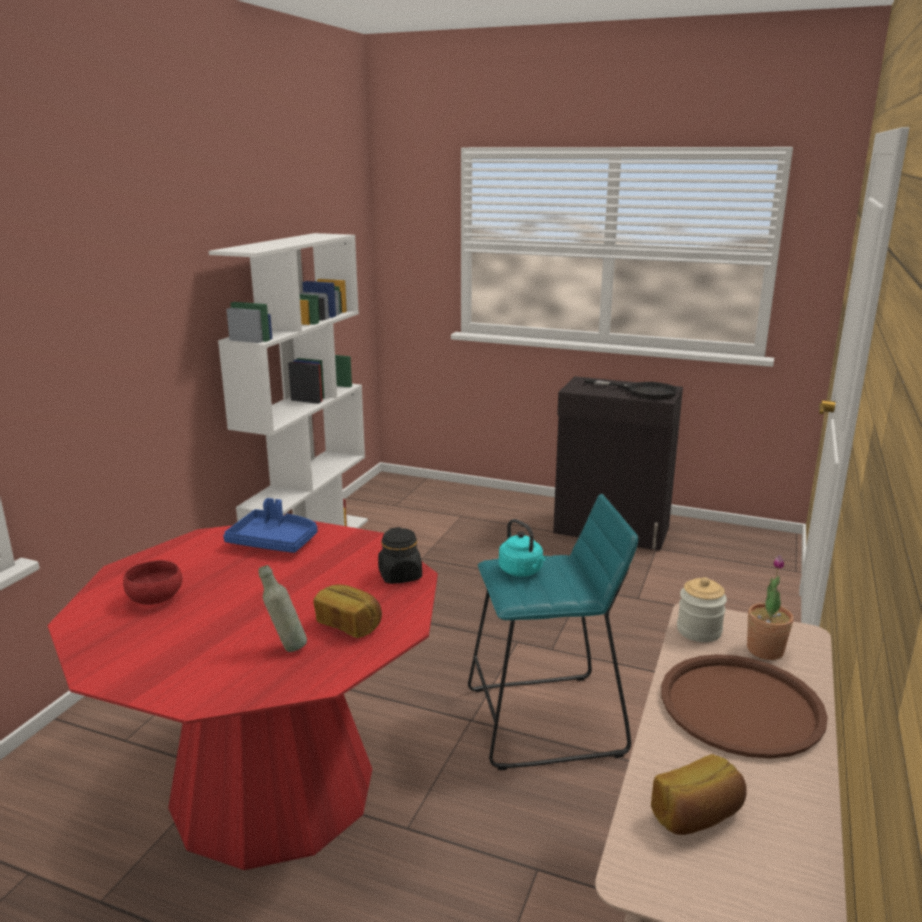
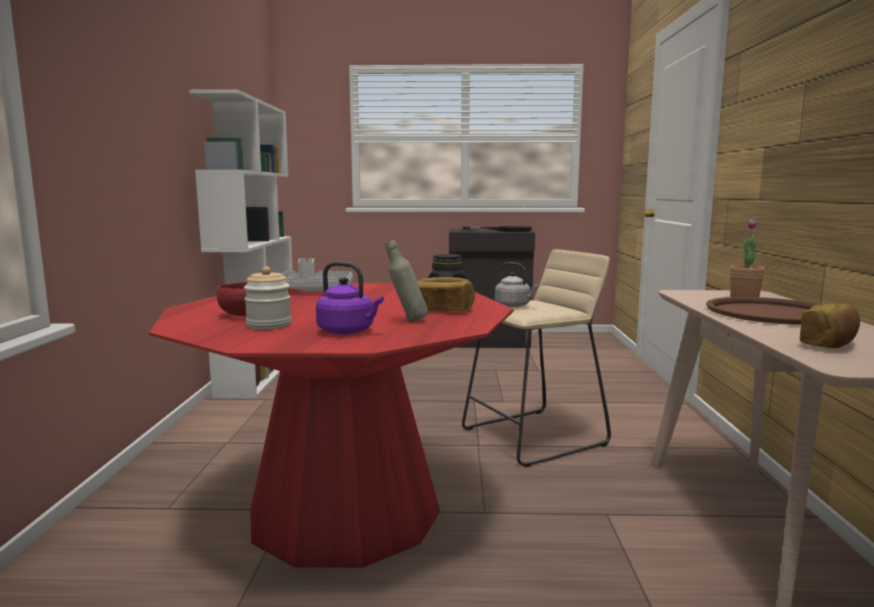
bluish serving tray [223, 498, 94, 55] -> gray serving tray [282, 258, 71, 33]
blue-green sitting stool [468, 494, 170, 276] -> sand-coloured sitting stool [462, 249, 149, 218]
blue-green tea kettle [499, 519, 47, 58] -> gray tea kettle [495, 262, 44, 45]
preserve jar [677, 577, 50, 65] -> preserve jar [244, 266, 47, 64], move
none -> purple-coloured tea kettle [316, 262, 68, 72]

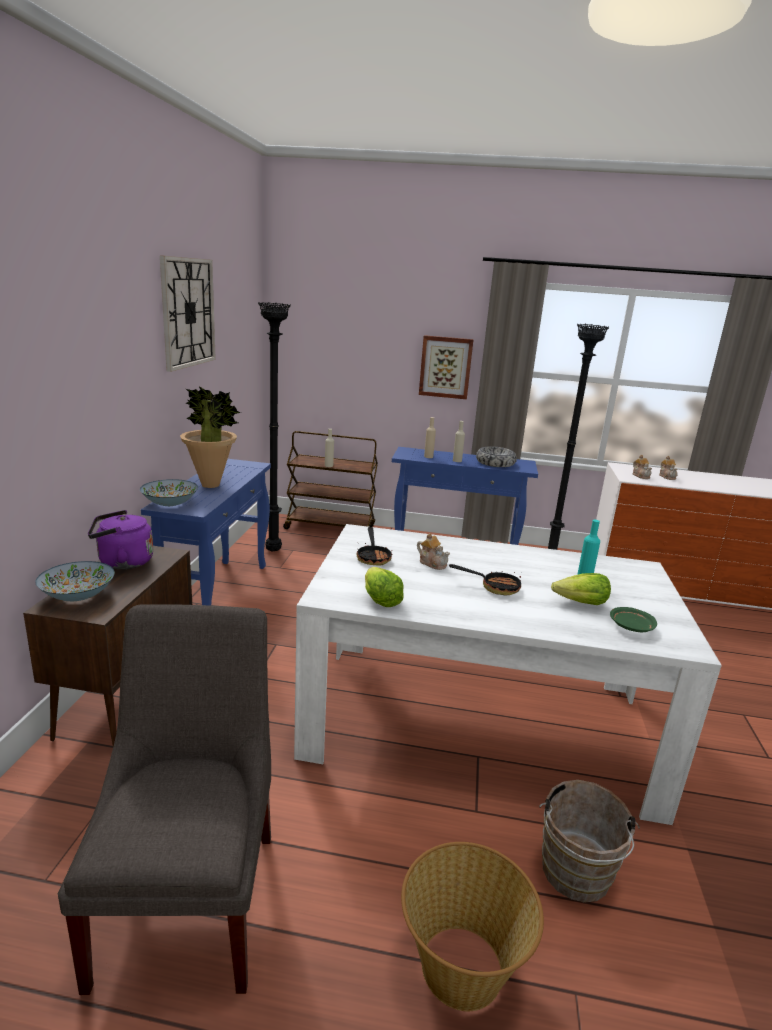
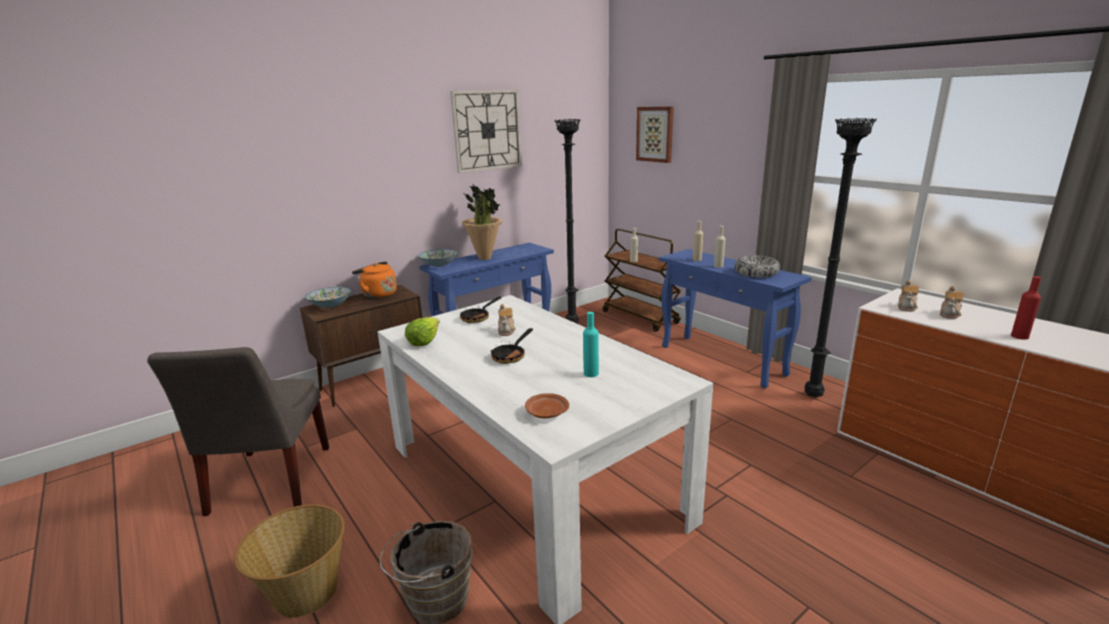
gray chair [58, 605, 213, 390] -> gray chair [147, 347, 182, 169], 135 degrees clockwise
purple-coloured tea kettle [88, 510, 65, 59] -> orangey tea kettle [352, 262, 45, 36]
wall art [419, 335, 55, 64] -> wall art [636, 106, 38, 57], move
skillet [449, 564, 72, 31] -> skillet [491, 328, 42, 36], 60 degrees clockwise
lettuce [551, 573, 60, 32] -> none
green-coloured dinner plate [610, 607, 47, 25] -> brown-coloured dinner plate [525, 393, 44, 25]
none -> red-coloured bottle [1011, 276, 30, 64]

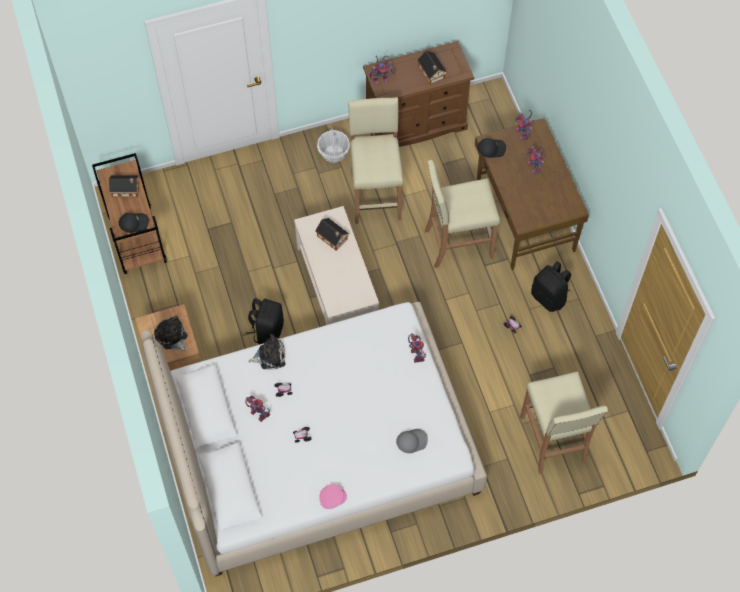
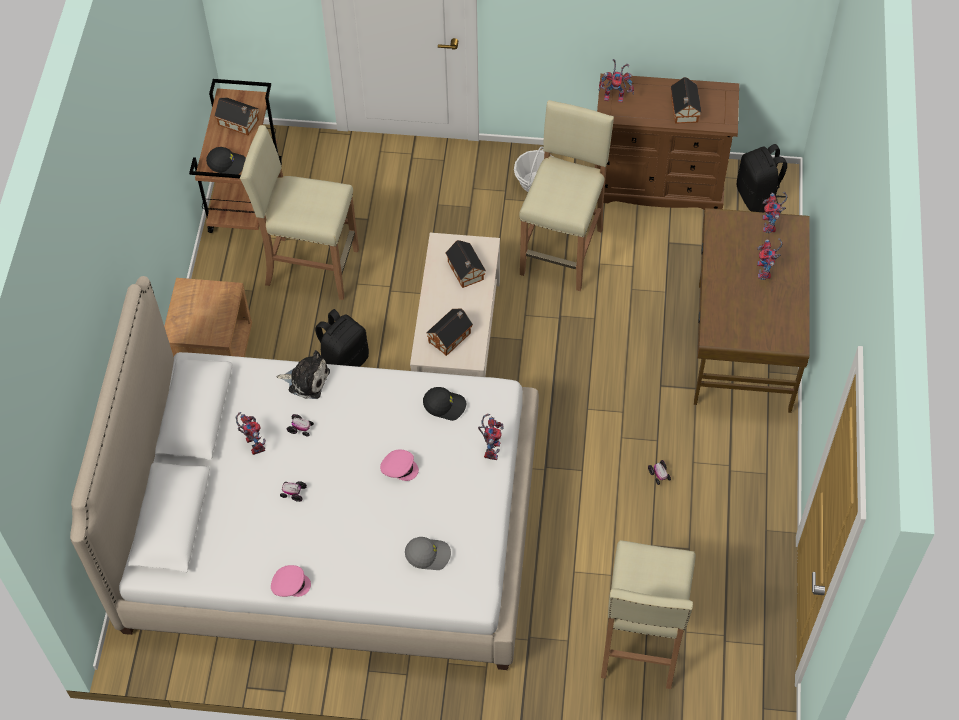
soft toy [154, 316, 33, 36] -> none
sand-coloured sitting stool [425, 160, 75, 108] -> sand-coloured sitting stool [240, 125, 119, 175], move
black-coloured cap [477, 138, 29, 20] -> black-coloured cap [423, 387, 43, 34], move
black-coloured rucksack [531, 261, 40, 51] -> black-coloured rucksack [737, 144, 50, 68], move
none -> pinkish cap [380, 449, 39, 32]
none -> miniature house [426, 309, 47, 47]

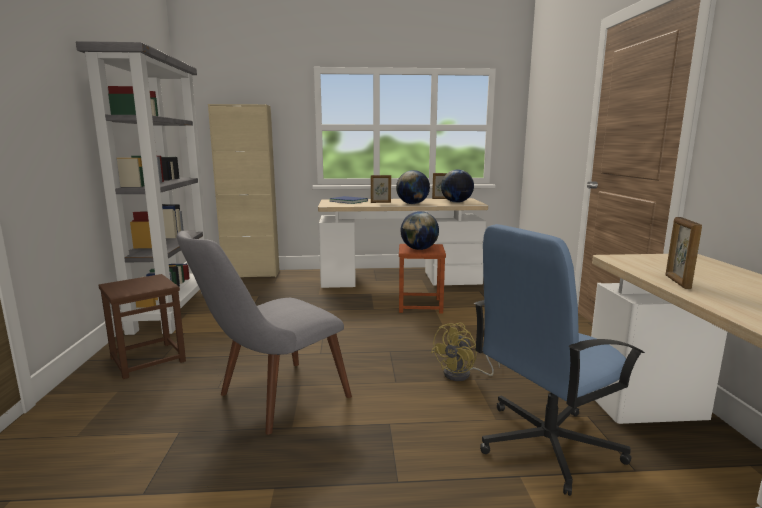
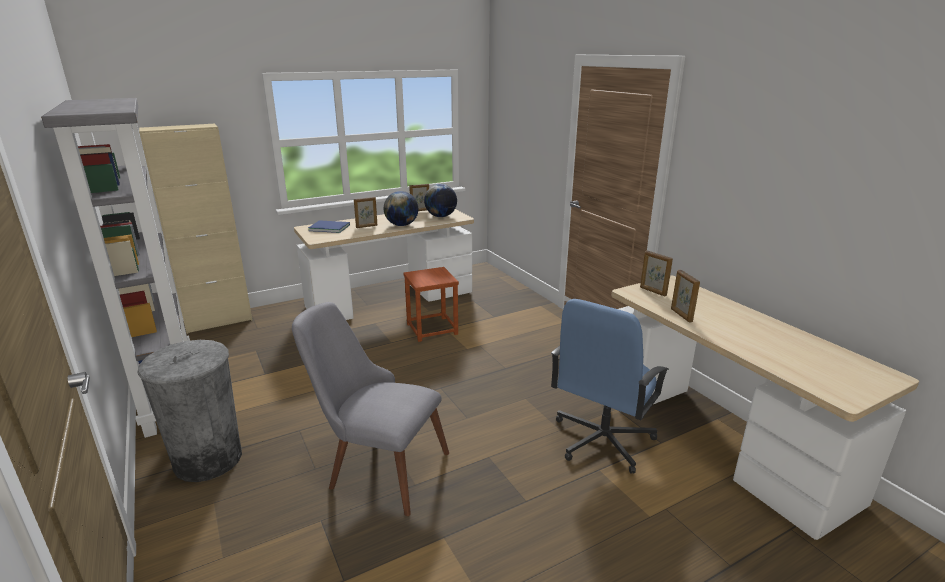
brown-coloured sitting stool [98, 274, 88, 105] -> gray rubbish bin [137, 340, 105, 142]
gray chair [177, 231, 175, 204] -> gray chair [292, 302, 157, 214], 90 degrees clockwise
world globe [400, 211, 39, 39] -> none
yellow electric fan [431, 323, 69, 58] -> none
none -> standing frame [640, 251, 33, 45]

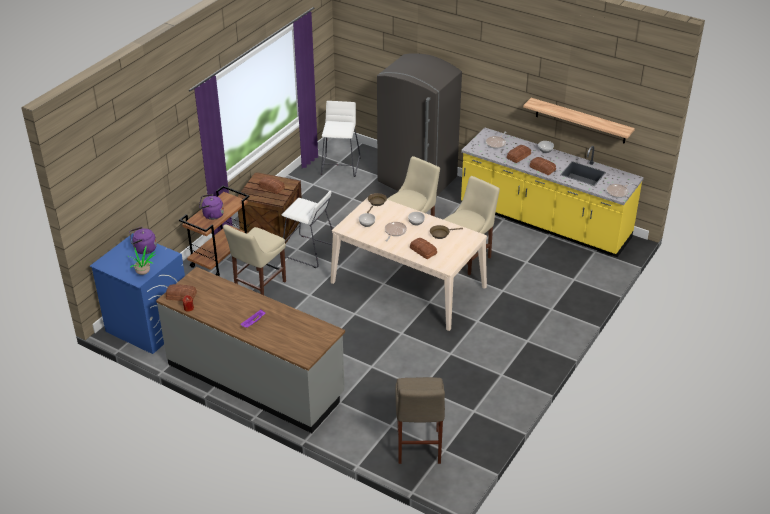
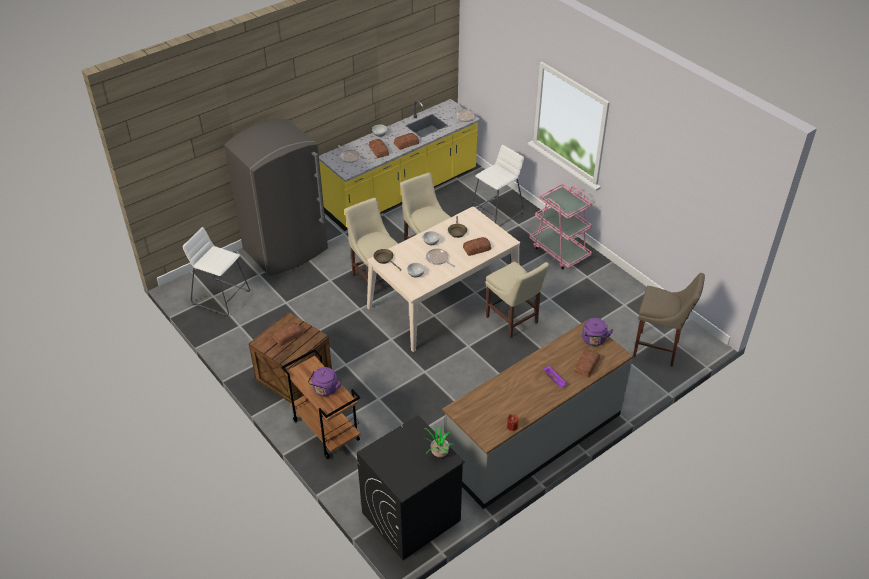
bluish laundry appliance [90, 233, 95, 121] -> black-coloured laundry appliance [357, 415, 107, 145]
purple-coloured tea kettle [130, 227, 27, 27] -> purple-coloured tea kettle [582, 318, 32, 28], move
bakery bread [166, 284, 31, 17] -> bakery bread [574, 349, 26, 29], move
sand-coloured chair [223, 224, 63, 71] -> sand-coloured chair [485, 262, 64, 76], move
white sitting stool [282, 191, 51, 77] -> white sitting stool [471, 145, 53, 81], move
bracket shelf [523, 98, 112, 46] -> none
none -> pinkish cart [529, 184, 63, 86]

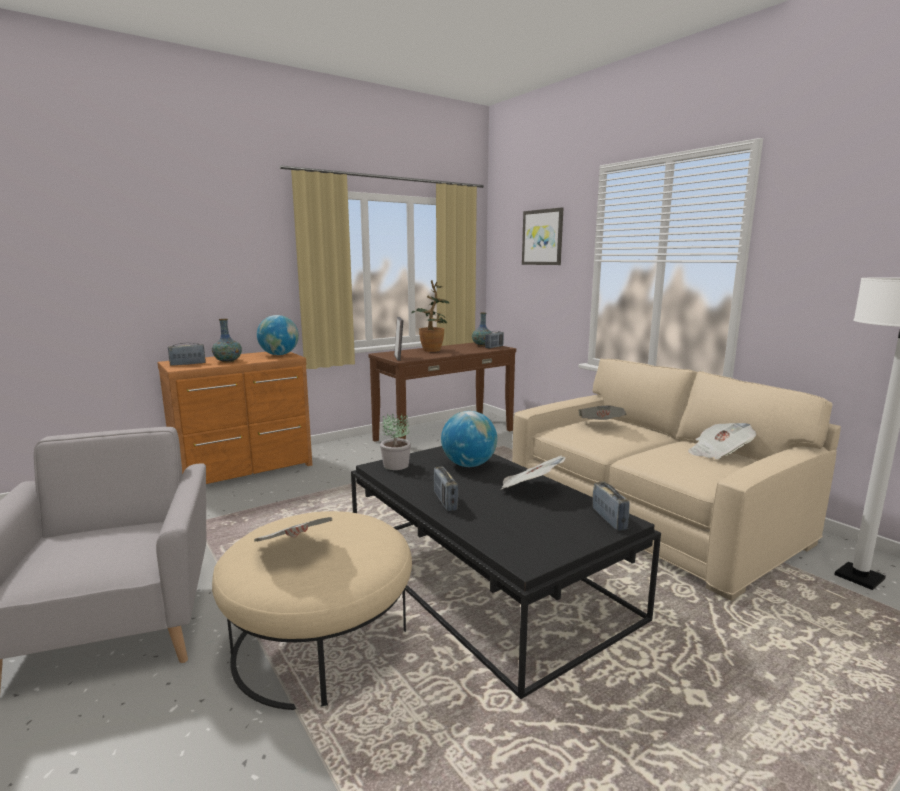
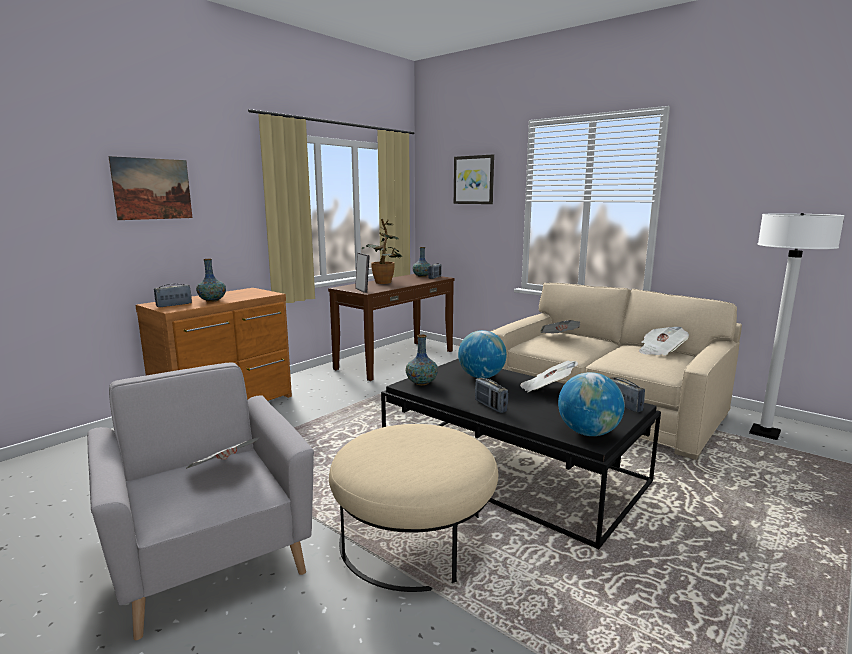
daily paper [254, 517, 78, 25] -> daily paper [186, 437, 73, 32], move
world globe [257, 315, 42, 40] -> world globe [558, 372, 67, 64], move
potted plant [380, 414, 31, 56] -> vase [406, 334, 32, 51]
none -> wall art [108, 156, 84, 64]

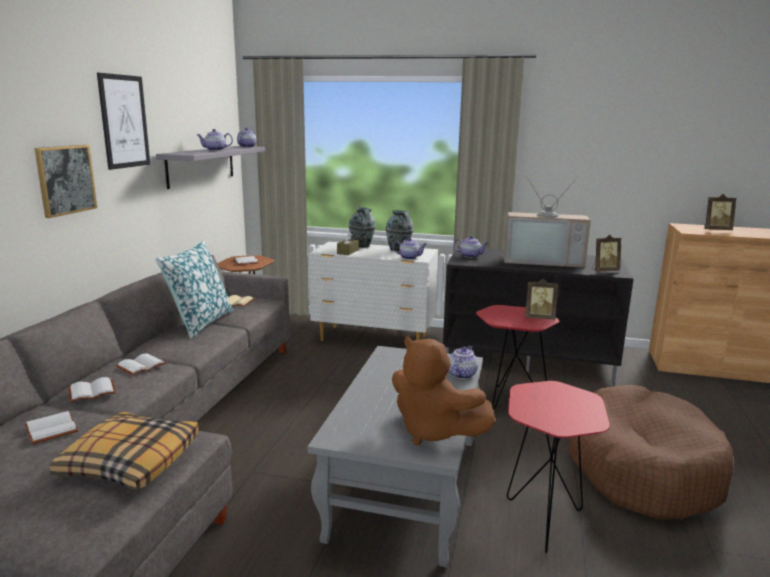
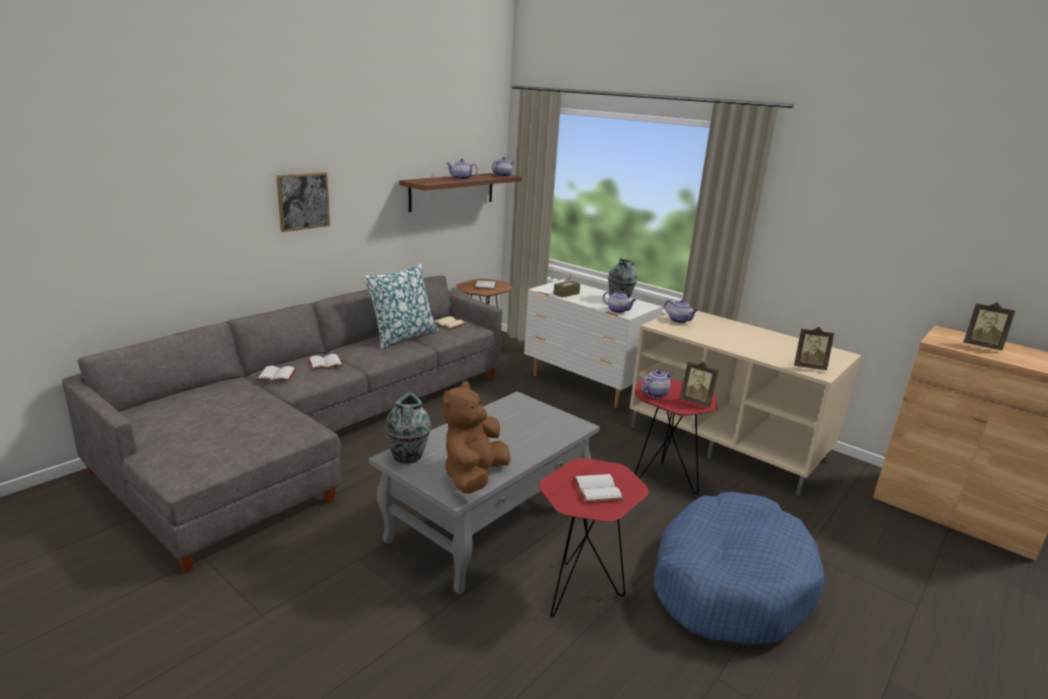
white book [25, 411, 54, 33] -> white book [573, 474, 51, 29], move
throw pillow [49, 411, 149, 79] -> none
wall art [97, 73, 53, 97] -> none
gray bracket shelf [156, 146, 109, 43] -> brown-coloured bracket shelf [399, 173, 123, 39]
vase [348, 207, 28, 41] -> vase [385, 392, 46, 72], move
brown-coloured soft toy [392, 336, 104, 109] -> brown-coloured soft toy [443, 381, 68, 113], 45 degrees clockwise
black-coloured media console [443, 246, 191, 138] -> sand-coloured media console [630, 309, 231, 187]
pot for tea [449, 346, 29, 33] -> pot for tea [641, 370, 32, 28], move
TV [504, 175, 87, 93] -> none
brown-coloured dog bed [567, 385, 167, 135] -> bluish dog bed [654, 492, 170, 153]

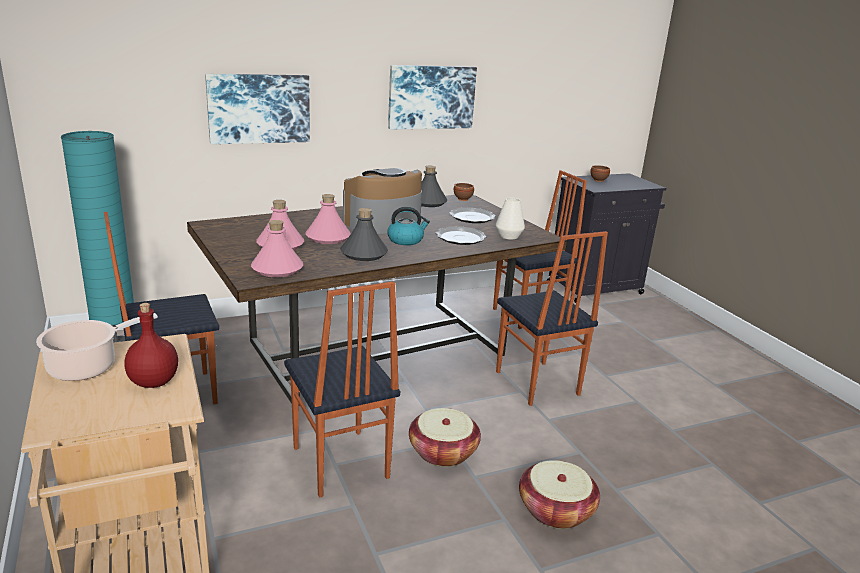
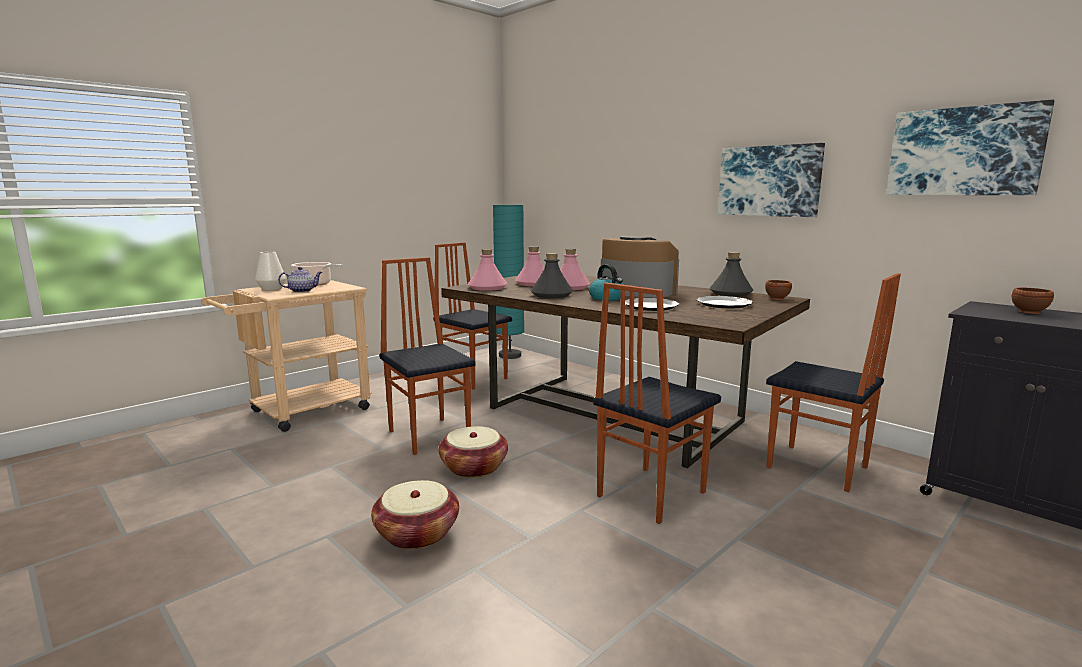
red-coloured bottle [124, 303, 54, 85] -> pot for tea [278, 267, 44, 26]
wall art [205, 74, 105, 70] -> wall art [886, 100, 168, 95], move
chair [284, 281, 116, 217] -> chair [379, 257, 97, 198], 105 degrees clockwise
white vase [496, 197, 29, 43] -> white vase [255, 252, 31, 39], move

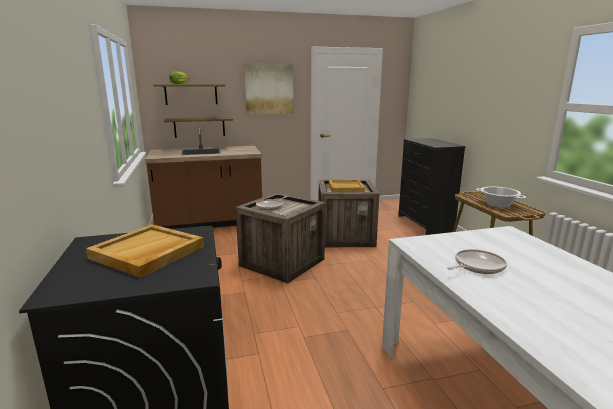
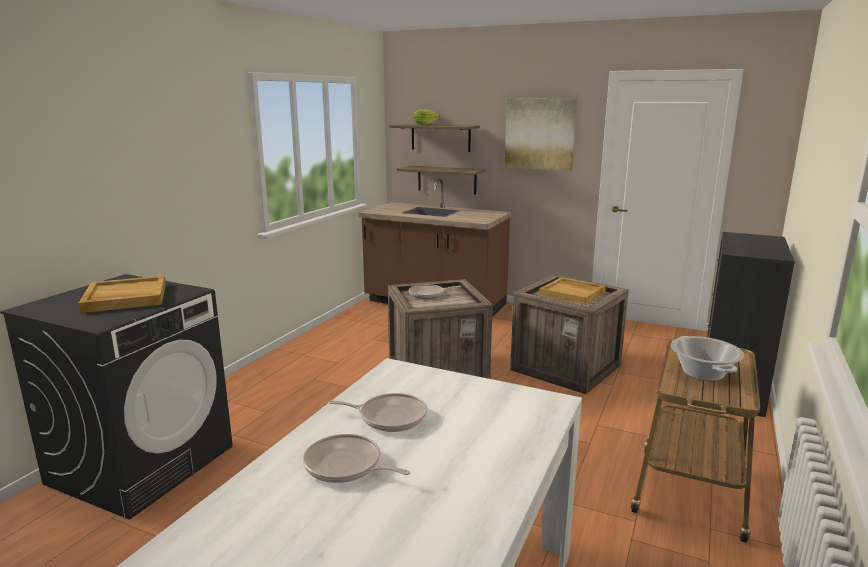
none -> skillet [303, 434, 107, 49]

